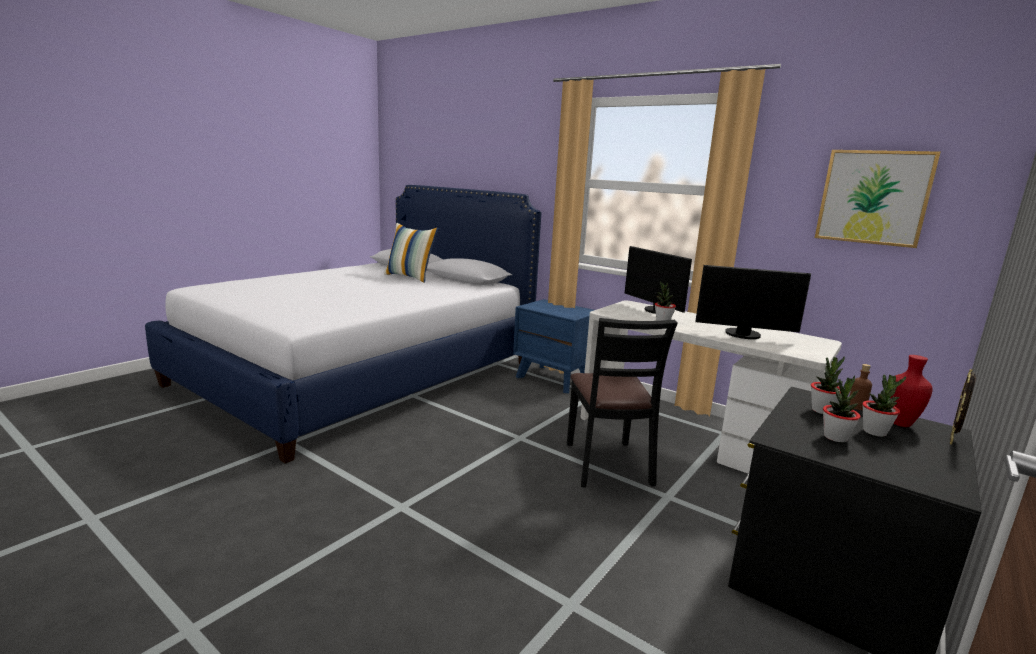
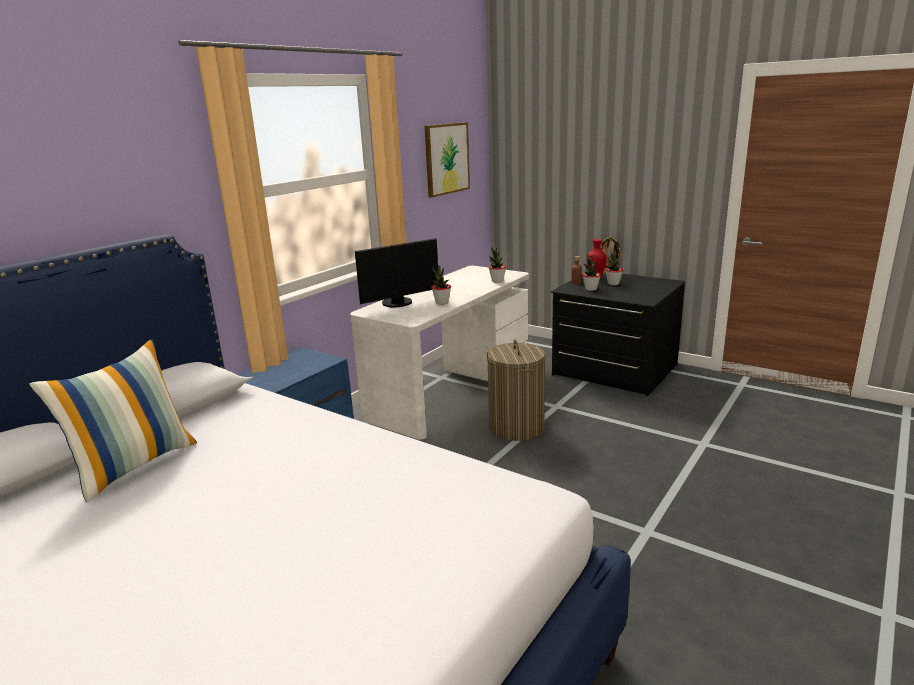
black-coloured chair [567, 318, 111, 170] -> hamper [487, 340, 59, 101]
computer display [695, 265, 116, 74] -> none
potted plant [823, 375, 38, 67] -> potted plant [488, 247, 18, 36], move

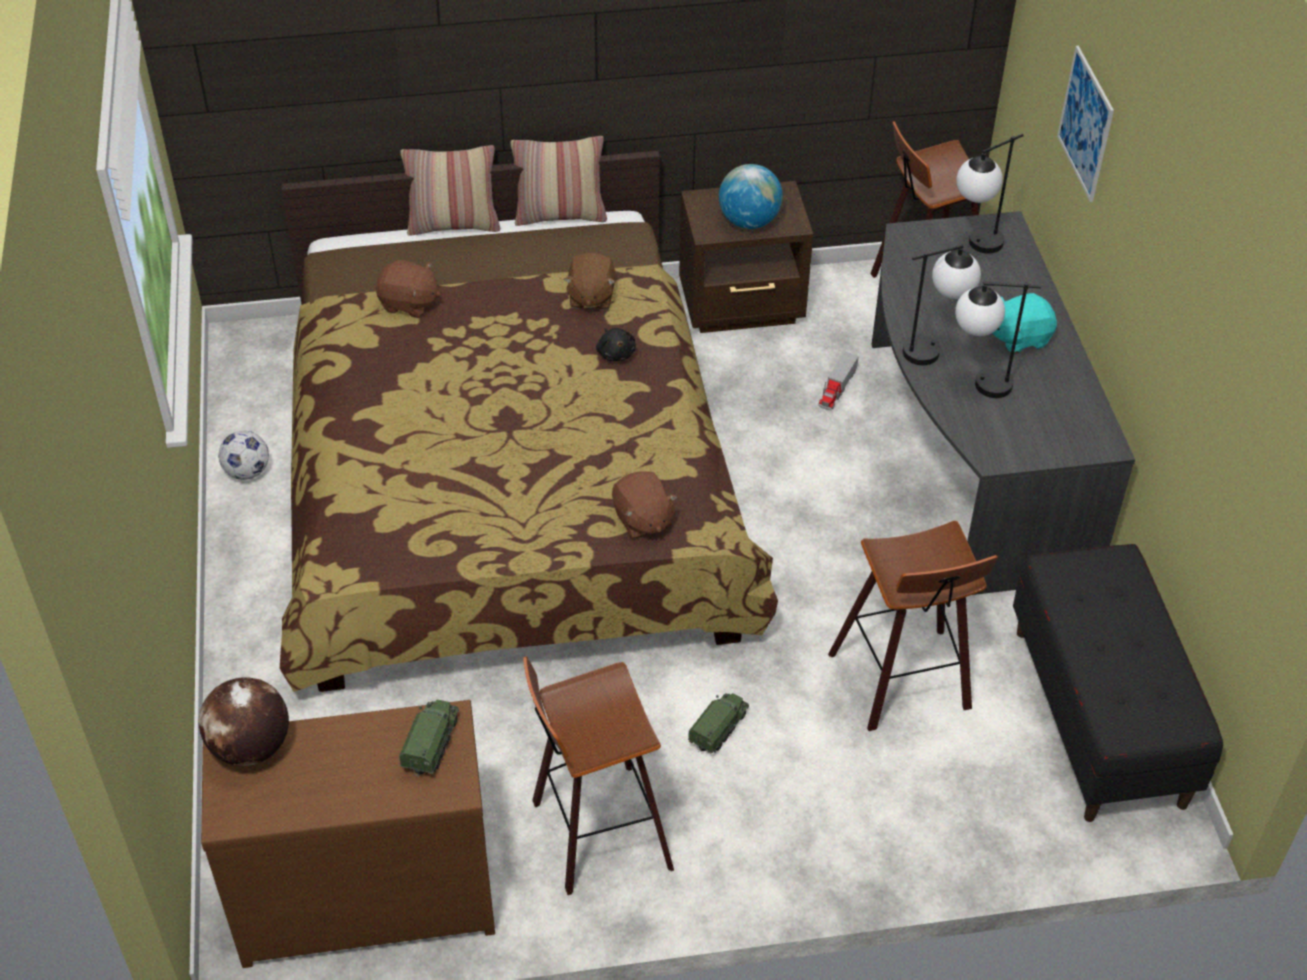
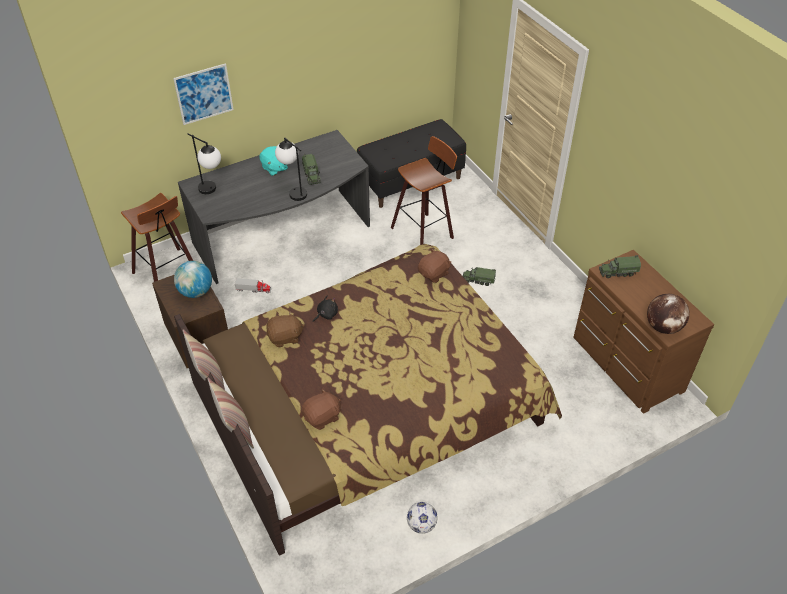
brown-coloured soft toy [376, 260, 65, 58] -> brown-coloured soft toy [302, 388, 39, 42], 60 degrees clockwise
sitting stool [523, 656, 151, 239] -> none
lamp for a table [955, 282, 86, 116] -> model truck [302, 154, 19, 31]

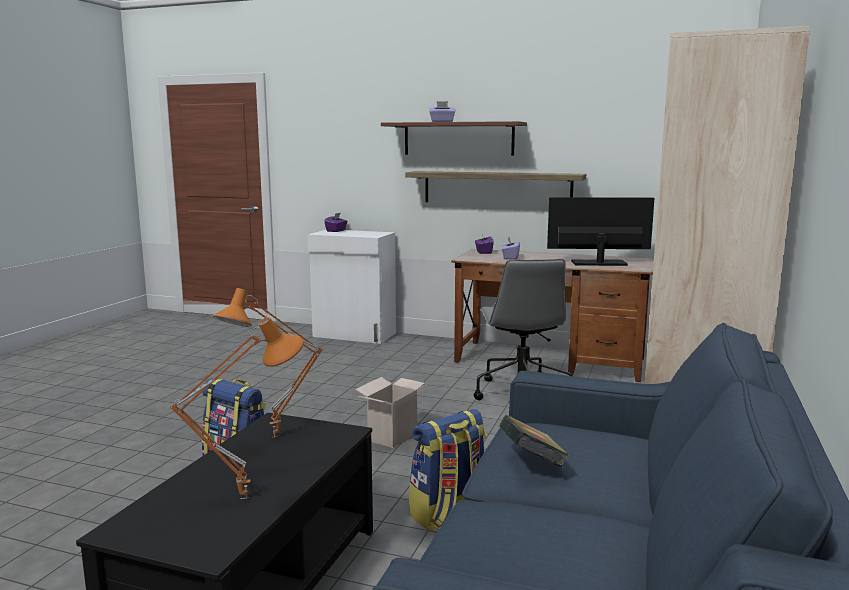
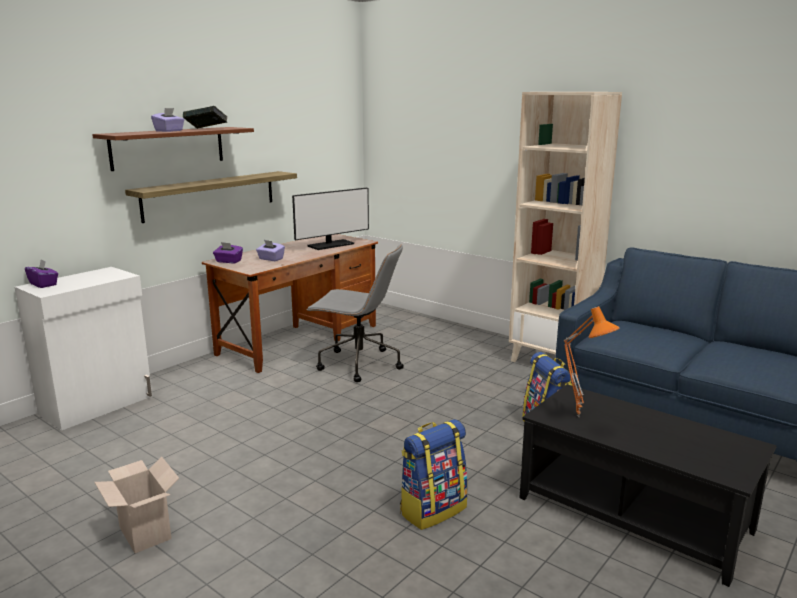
orangey lamp for a table [170, 317, 134, 182] -> none
packing box [355, 377, 71, 71] -> packing box [94, 456, 85, 97], move
book [499, 415, 71, 52] -> book [183, 106, 44, 23], move
computer display [547, 197, 107, 69] -> computer display [292, 187, 77, 63], 150 degrees counterclockwise

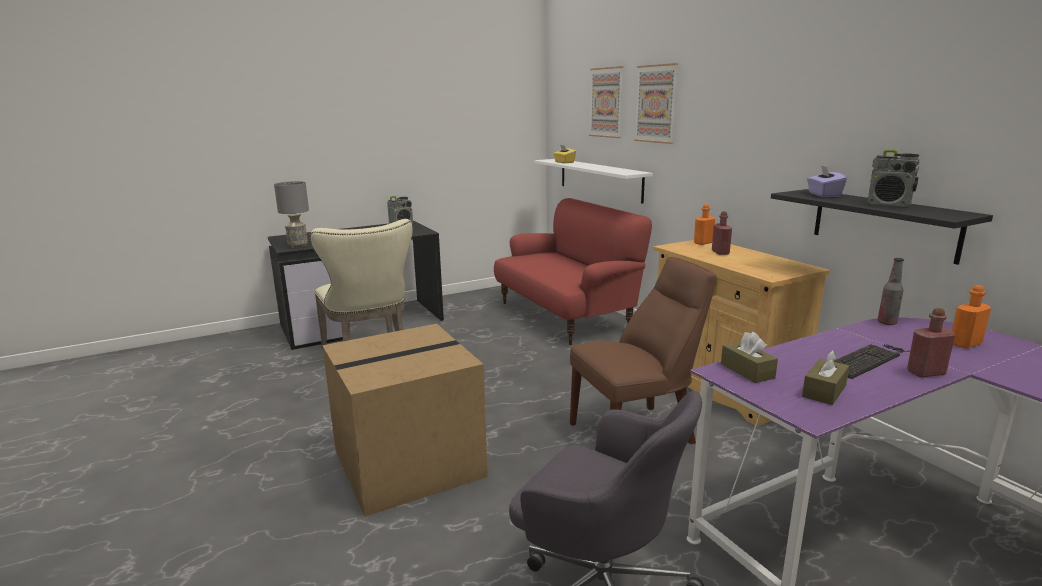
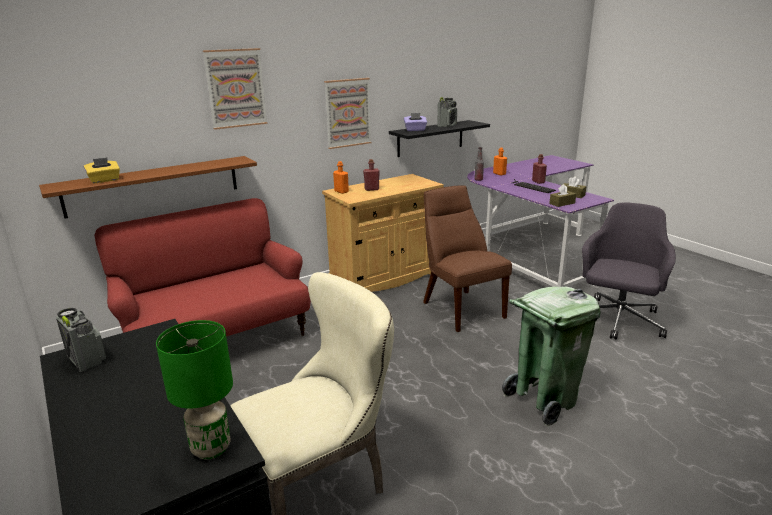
gray lamp for a table [274, 181, 35, 67] -> green-coloured lamp for a table [156, 320, 77, 140]
packing box [322, 324, 166, 193] -> green-coloured rubbish bin [502, 287, 98, 139]
white bracket shelf [534, 159, 119, 45] -> brown-coloured bracket shelf [39, 156, 218, 63]
wall art [589, 66, 34, 72] -> wall art [324, 78, 48, 71], move

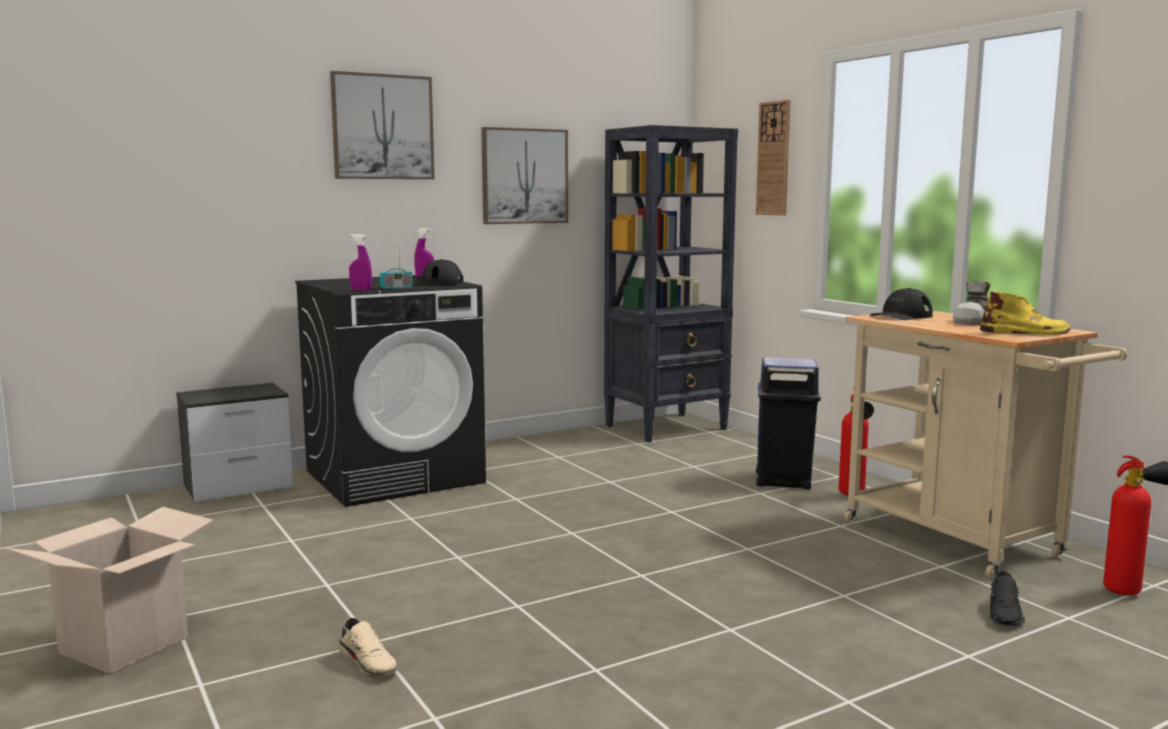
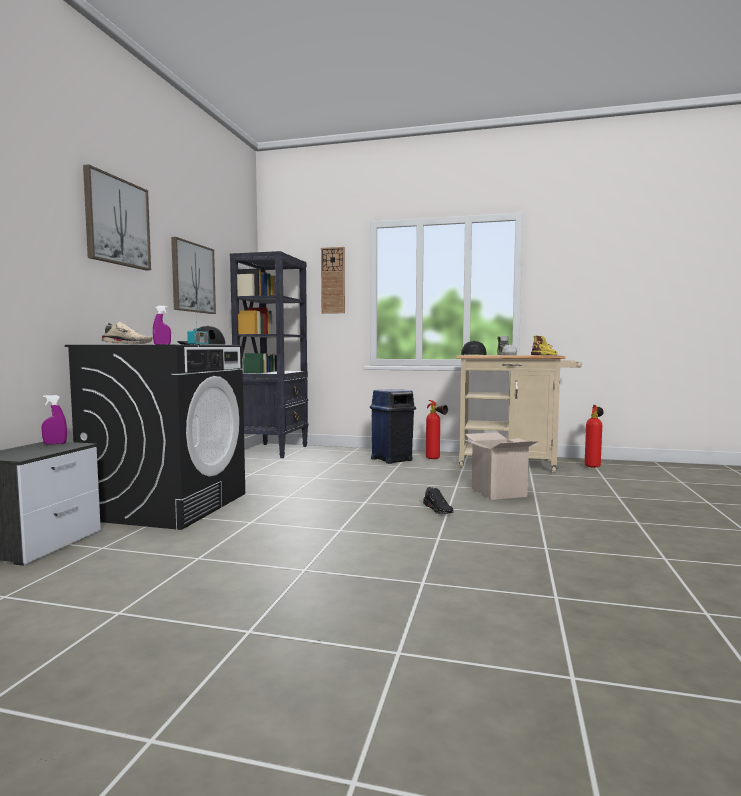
packing box [5, 507, 209, 167] -> packing box [462, 432, 77, 68], move
sand-coloured low shoe [339, 618, 59, 60] -> sand-coloured low shoe [101, 322, 51, 22], move
purple-coloured spray bottle [349, 234, 23, 57] -> purple-coloured spray bottle [42, 395, 25, 49], move
black-coloured low shoe [990, 571, 35, 55] -> black-coloured low shoe [423, 487, 30, 27], move

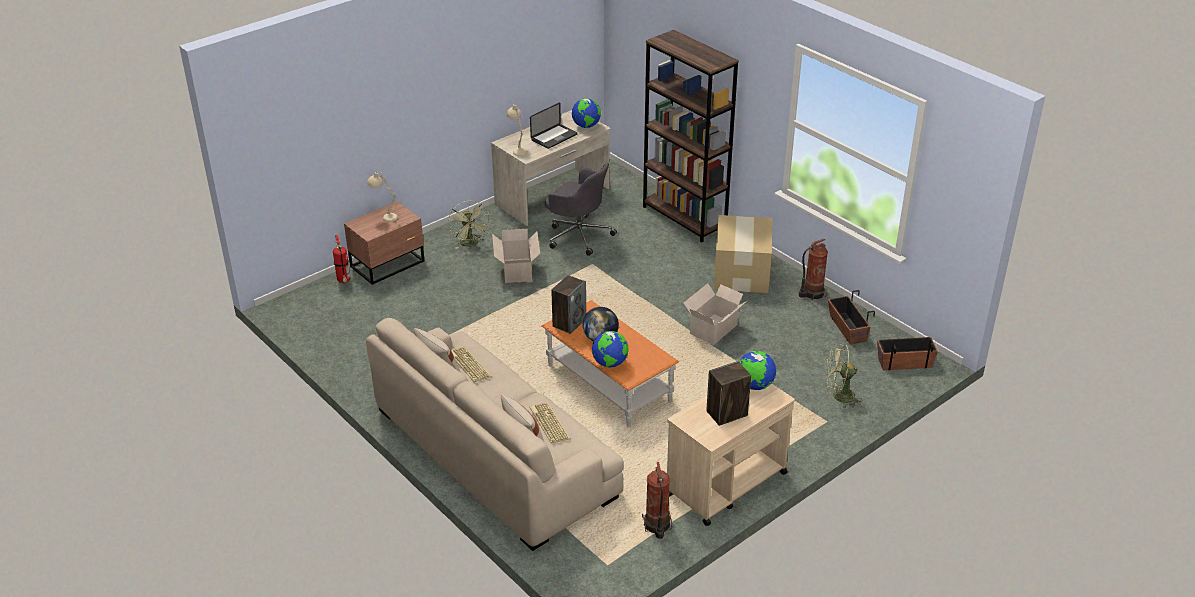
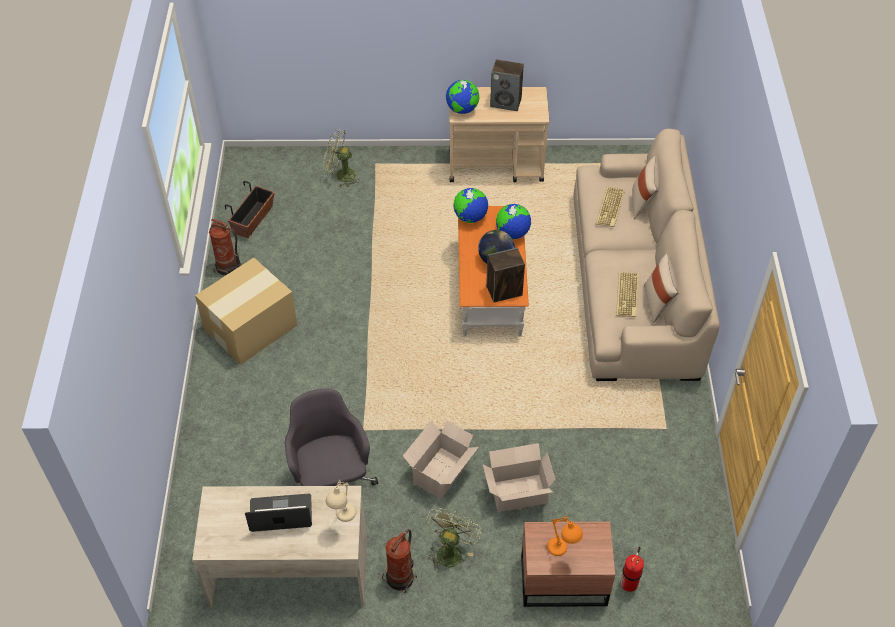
sand-coloured lamp for a table [367, 171, 31, 51] -> orangey lamp for a table [547, 516, 36, 40]
world globe [572, 98, 29, 30] -> world globe [453, 188, 35, 35], move
fire-fighting cylinder [642, 462, 30, 77] -> fire-fighting cylinder [382, 529, 35, 64], move
brown-coloured bookshelf [643, 30, 96, 213] -> none
packing box [684, 283, 63, 62] -> packing box [483, 443, 72, 69], move
green-coloured electric fan [825, 344, 36, 64] -> green-coloured electric fan [323, 129, 37, 58], 150 degrees clockwise
plant pot [877, 337, 61, 33] -> none

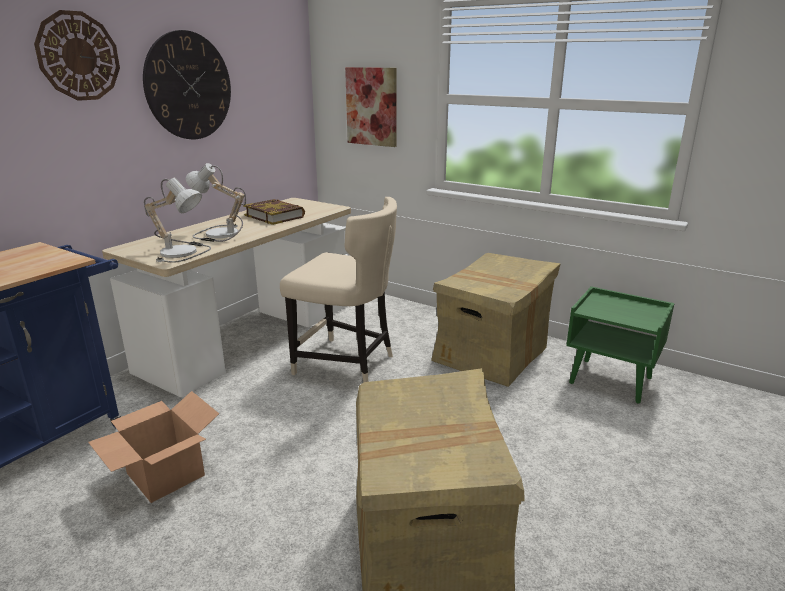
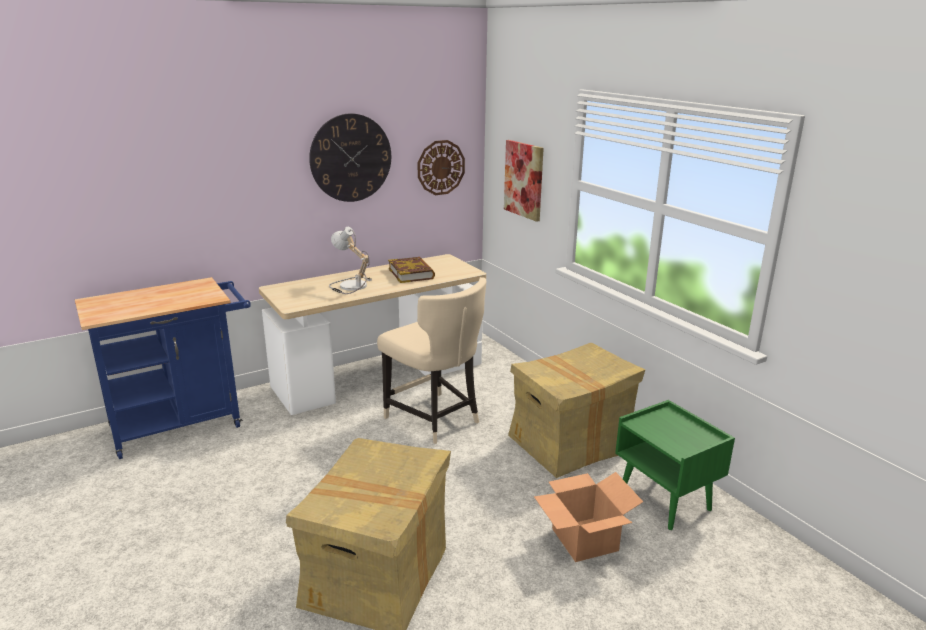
clock on the wall [34, 10, 86, 91] -> clock on the wall [418, 140, 47, 55], move
packing box [88, 391, 131, 112] -> packing box [534, 472, 109, 90], move
lamp for a table [144, 178, 67, 85] -> none

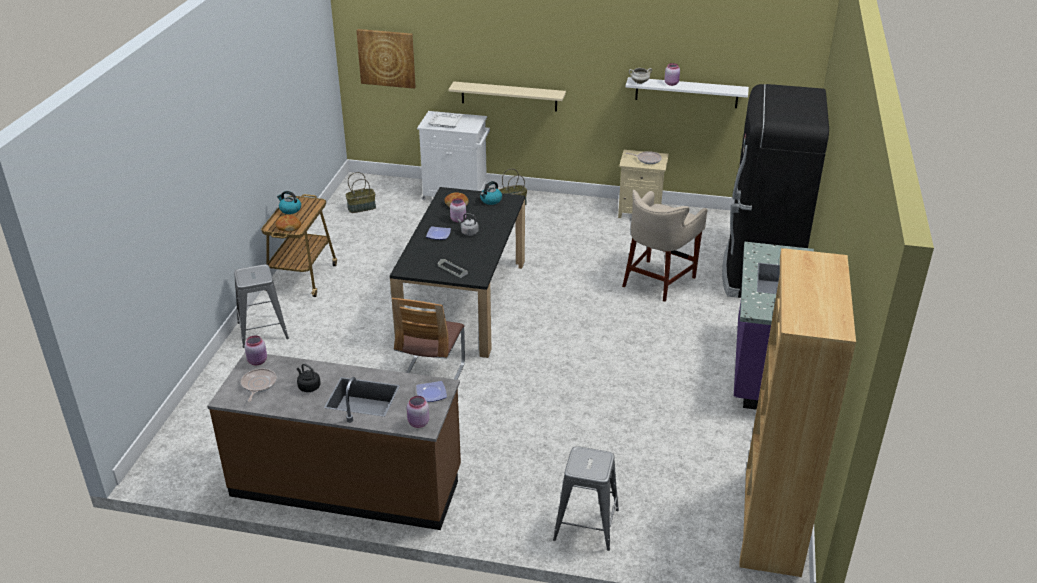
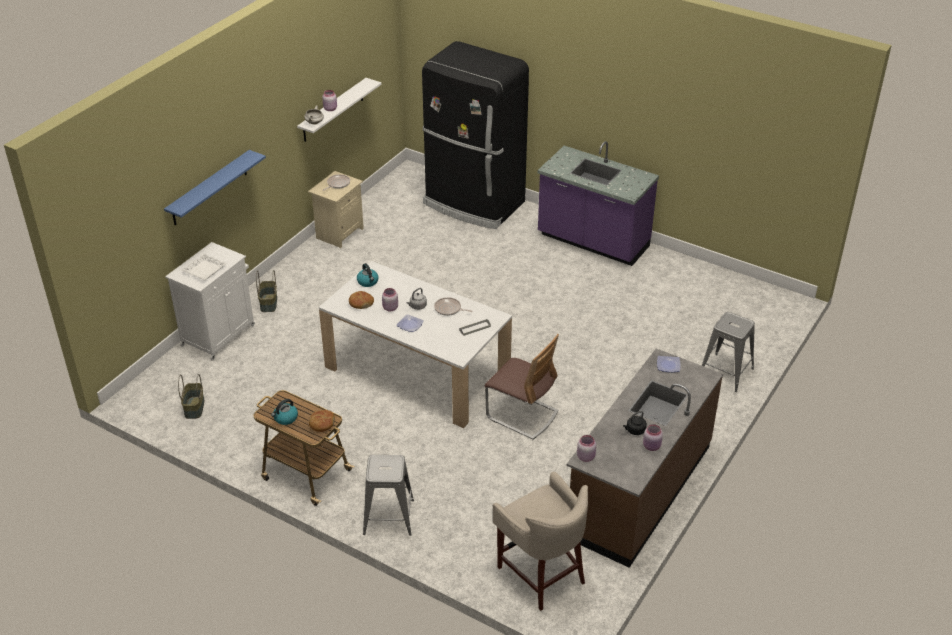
skillet [241, 369, 36, 33] -> skillet [434, 297, 39, 19], move
wall art [356, 29, 60, 60] -> none
black-coloured dinner table [390, 187, 135, 171] -> white dinner table [319, 261, 193, 167]
pinkish preserve jar [407, 396, 22, 32] -> pinkish preserve jar [643, 424, 20, 27], move
sand-coloured bracket shelf [448, 82, 118, 29] -> none
sand-coloured sitting stool [622, 190, 86, 112] -> sand-coloured sitting stool [493, 472, 95, 139], move
brown-coloured bookshelf [739, 248, 117, 329] -> none
none -> bluish bracket shelf [164, 150, 102, 75]

